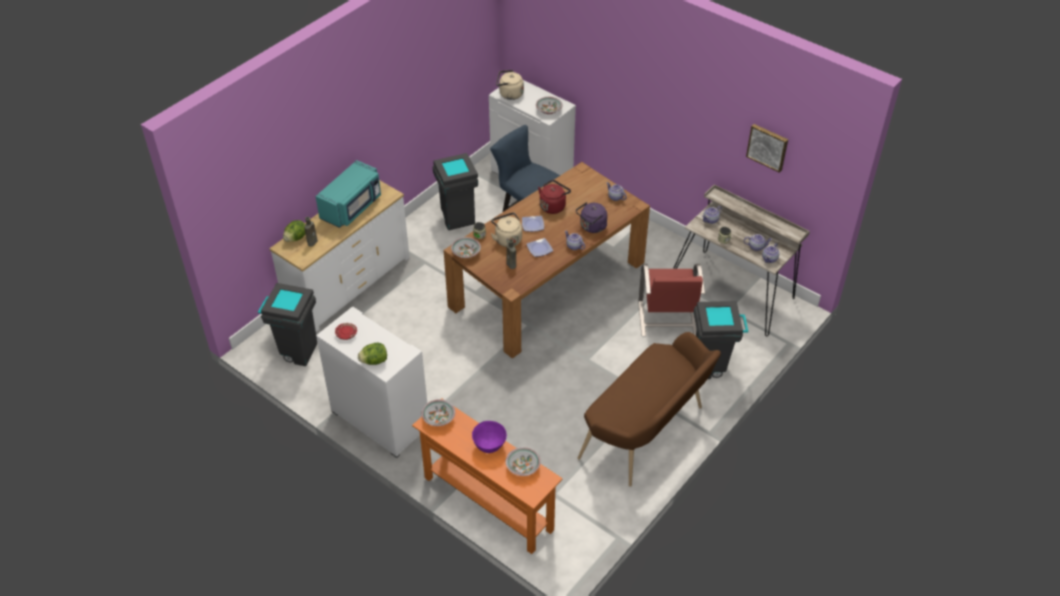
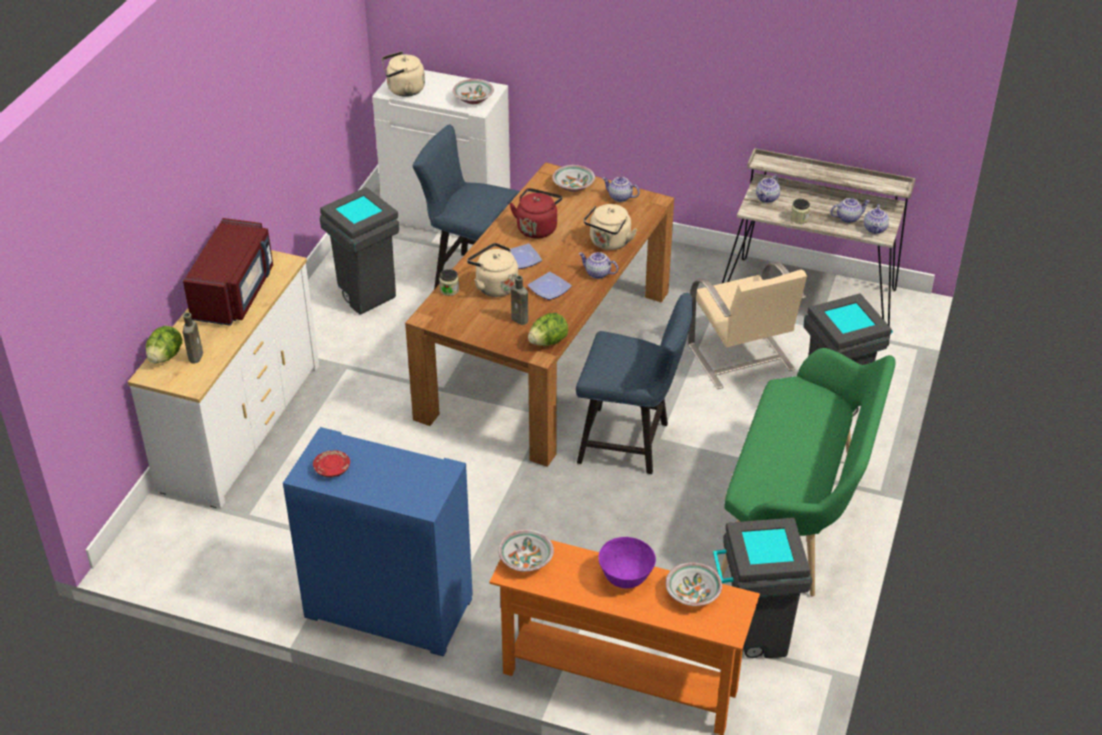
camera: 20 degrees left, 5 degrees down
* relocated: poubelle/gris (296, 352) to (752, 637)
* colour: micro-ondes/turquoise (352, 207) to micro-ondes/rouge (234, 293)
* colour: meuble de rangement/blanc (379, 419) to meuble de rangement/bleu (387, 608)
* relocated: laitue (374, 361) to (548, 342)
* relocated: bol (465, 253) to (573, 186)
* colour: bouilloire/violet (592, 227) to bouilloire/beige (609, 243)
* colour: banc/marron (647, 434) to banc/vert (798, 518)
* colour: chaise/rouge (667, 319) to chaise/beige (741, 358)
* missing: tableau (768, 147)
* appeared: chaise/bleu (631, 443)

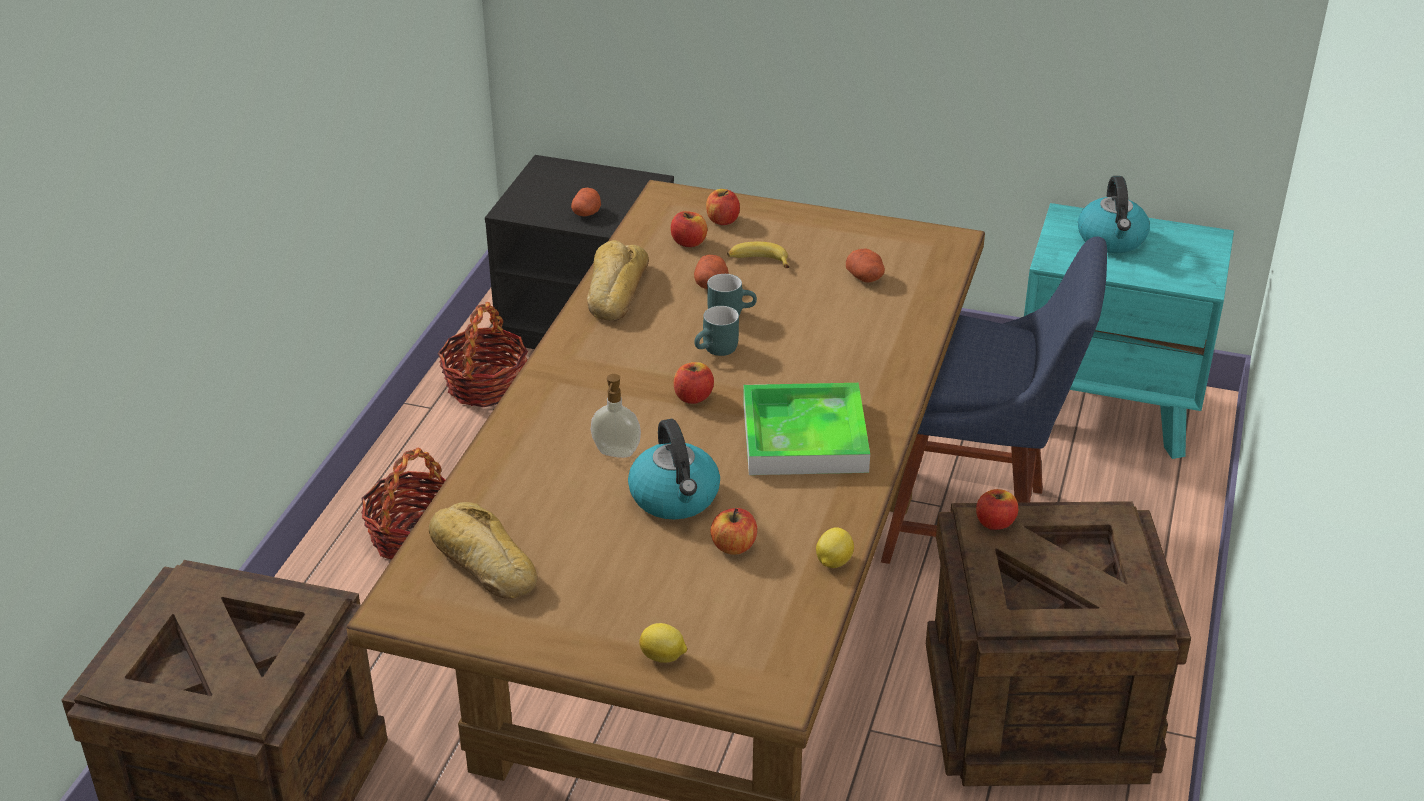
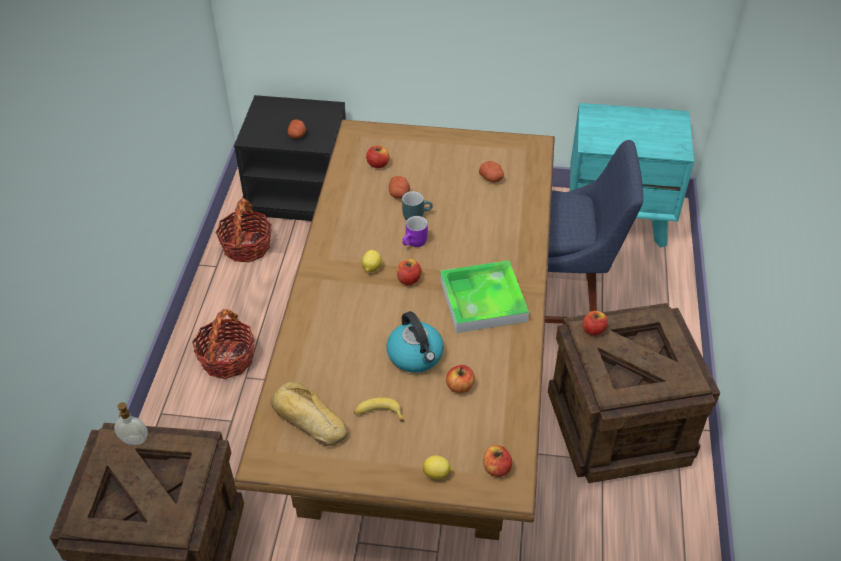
camera: 10 degrees left, 10 degrees up
* missing: pain (614, 290)
* relocated: distributeur de savon (616, 453) to (134, 441)
* colour: mug/turquoise (718, 351) to mug/violet (415, 243)
* relocated: pomme (722, 220) to (496, 468)
* relocated: banane (758, 261) to (378, 413)
* relocated: citron (833, 562) to (371, 268)
* missing: bouilloire (1112, 240)

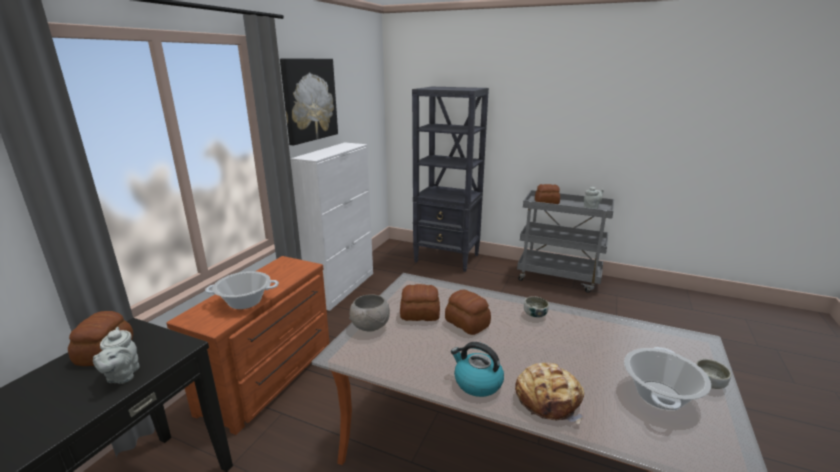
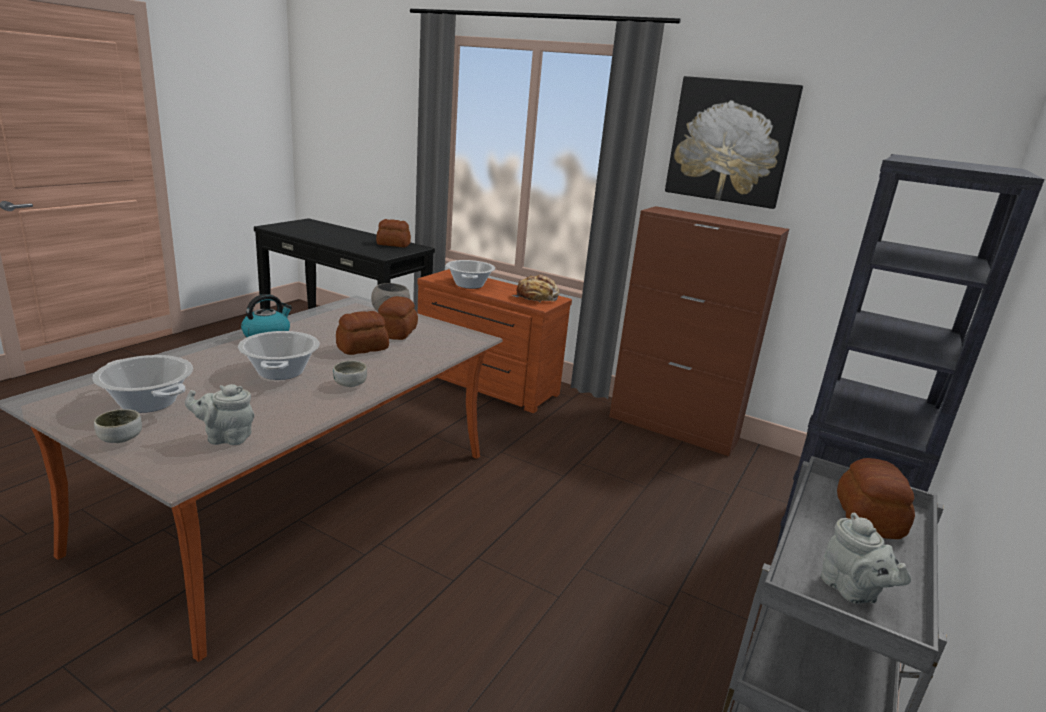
camera: 95 degrees right, 0 degrees up
* relocated: théière/gris (122, 376) to (226, 438)
* colour: meuble de rangement/blanc (342, 288) to meuble de rangement/marron (673, 428)
* relocated: pain (548, 399) to (537, 298)
* appeared: marmite (280, 372)

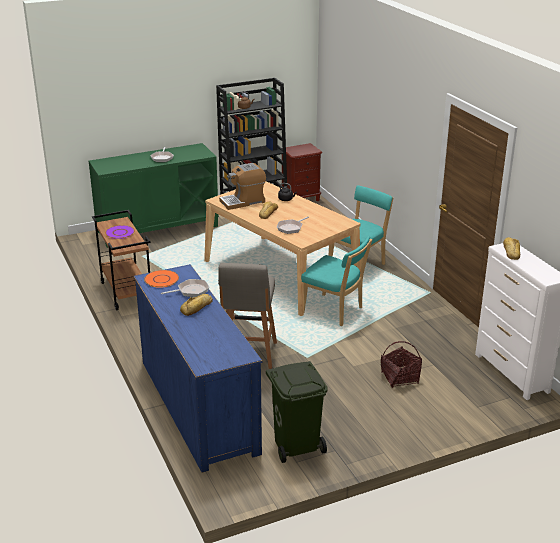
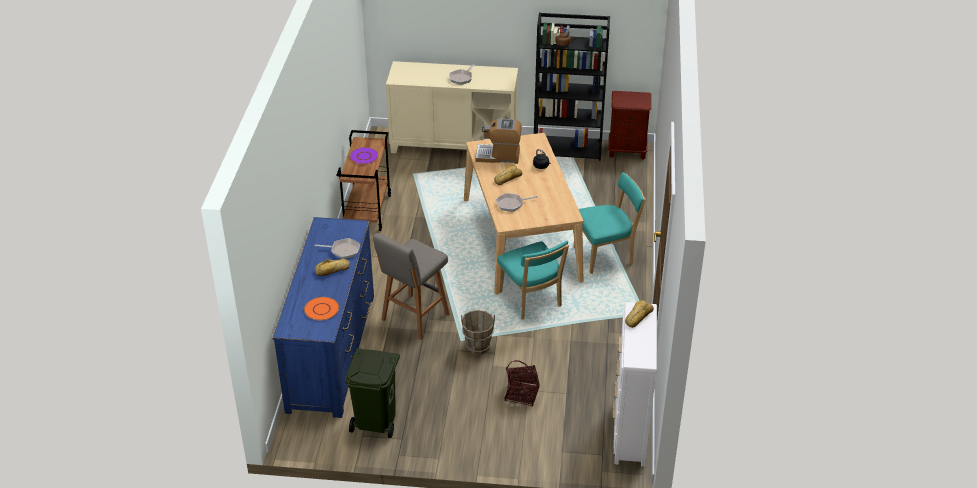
camera: 30 degrees right, 10 degrees up
* colour: meuble de rangement/vert (158, 228) to meuble de rangement/beige (454, 144)
* relocated: assiette/orange (161, 279) to (321, 309)
* appeared: seau/marron (478, 346)

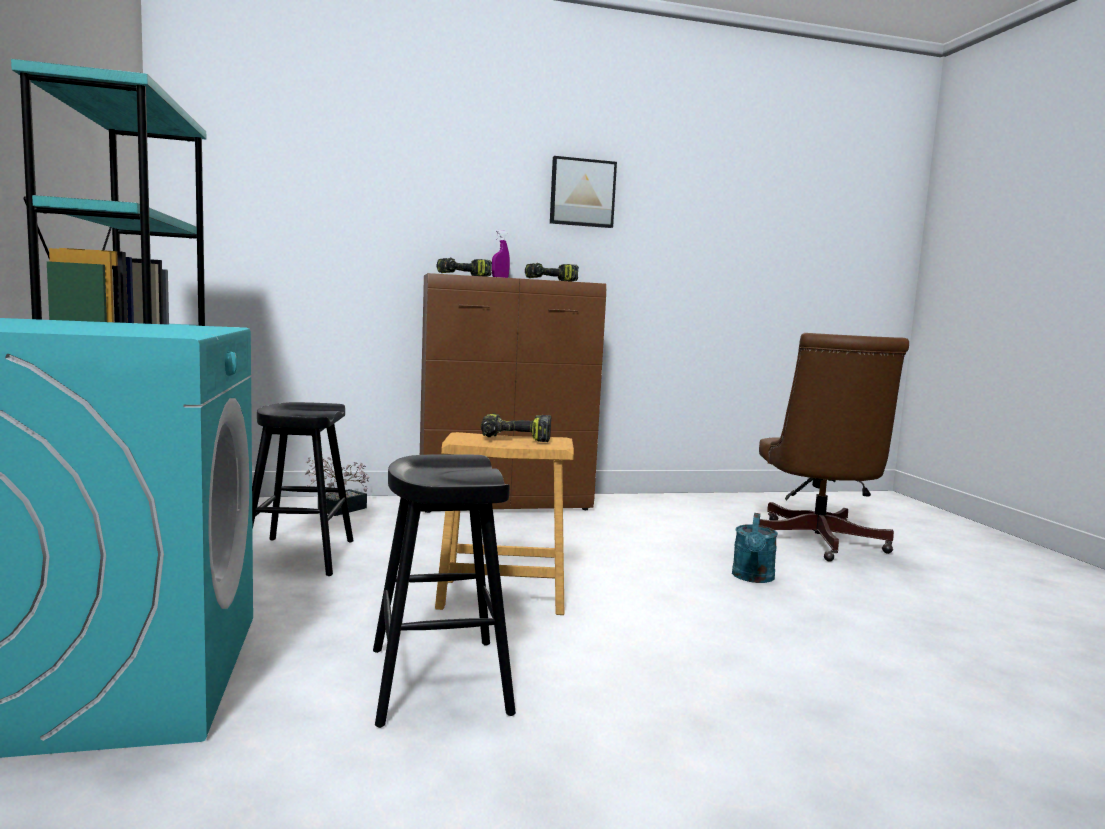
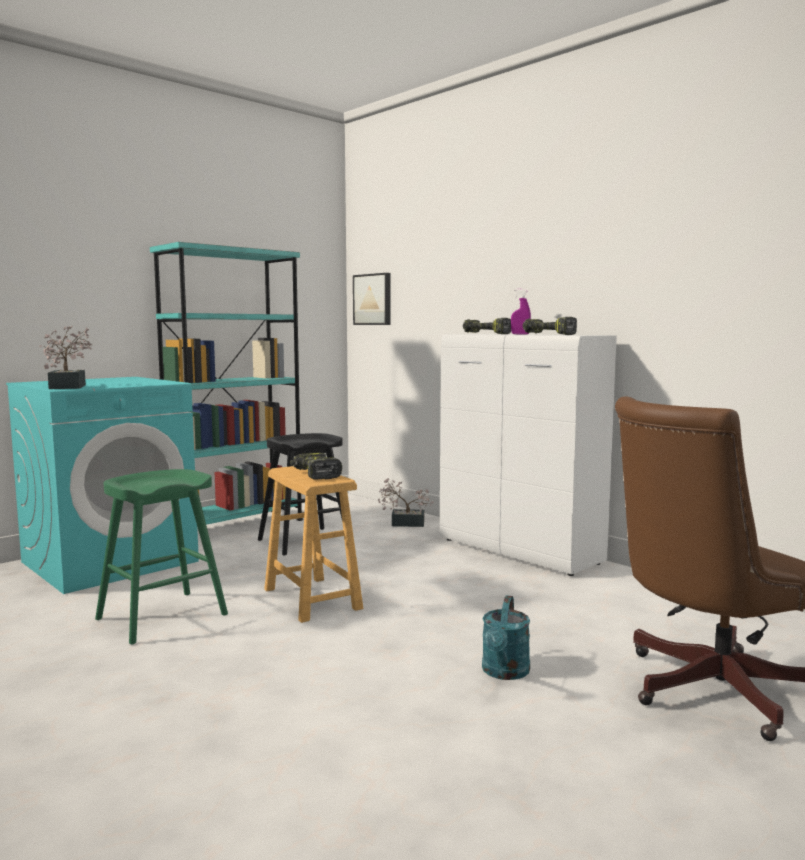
camera: 60 degrees right, 0 degrees up
* colour: tabouret/noir (439, 680) to tabouret/vert (161, 617)
* colour: meuble de rangement/marron (506, 504) to meuble de rangement/blanc (520, 552)
* relocated: tableau (582, 193) to (373, 299)
* spun: arrosoir/turquoise (753, 578) = (504, 673) 60 degrees counterclockwise
* appeared: plante en pot (69, 386)

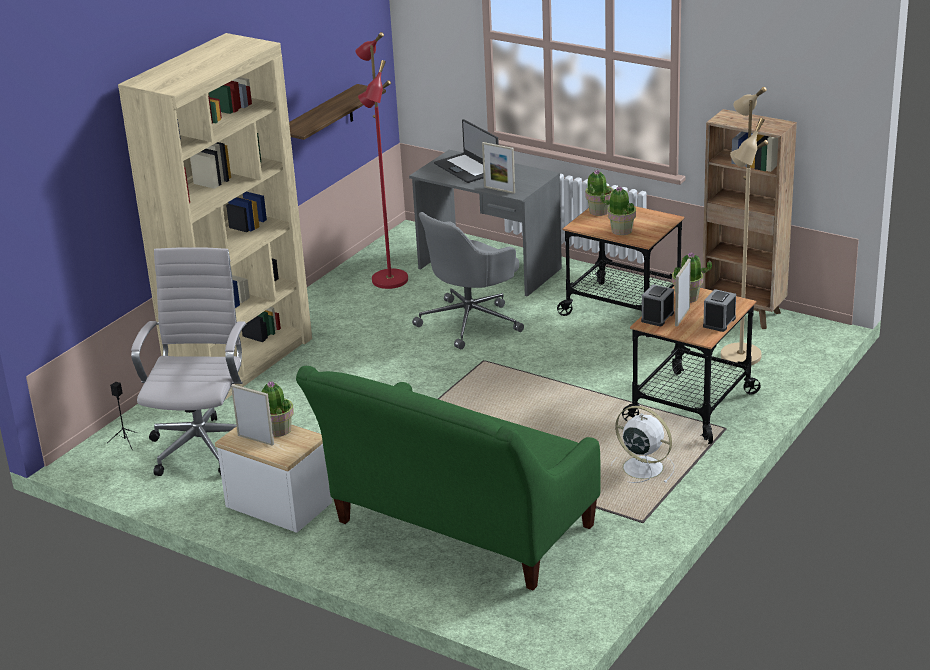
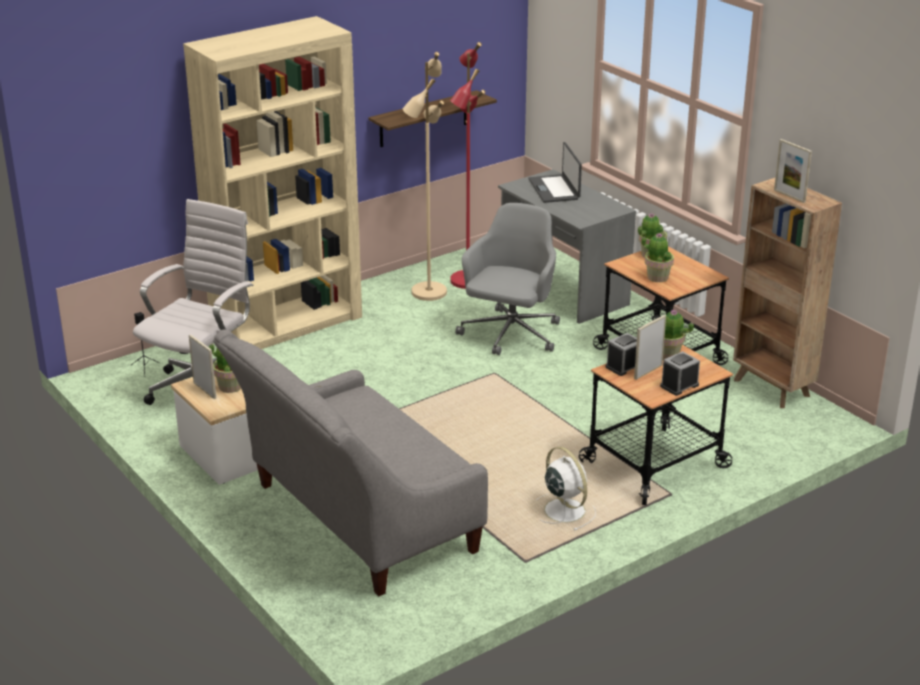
camera: 20 degrees right, 0 degrees up
* colour: canapé/vert (457, 531) to canapé/gris (354, 522)
* spun: chaise de bureau/gris (471, 322) = (510, 335) 135 degrees clockwise
* relocated: cadre photo (499, 190) to (789, 196)
* relocated: lampadaire/beige (739, 356) to (428, 292)

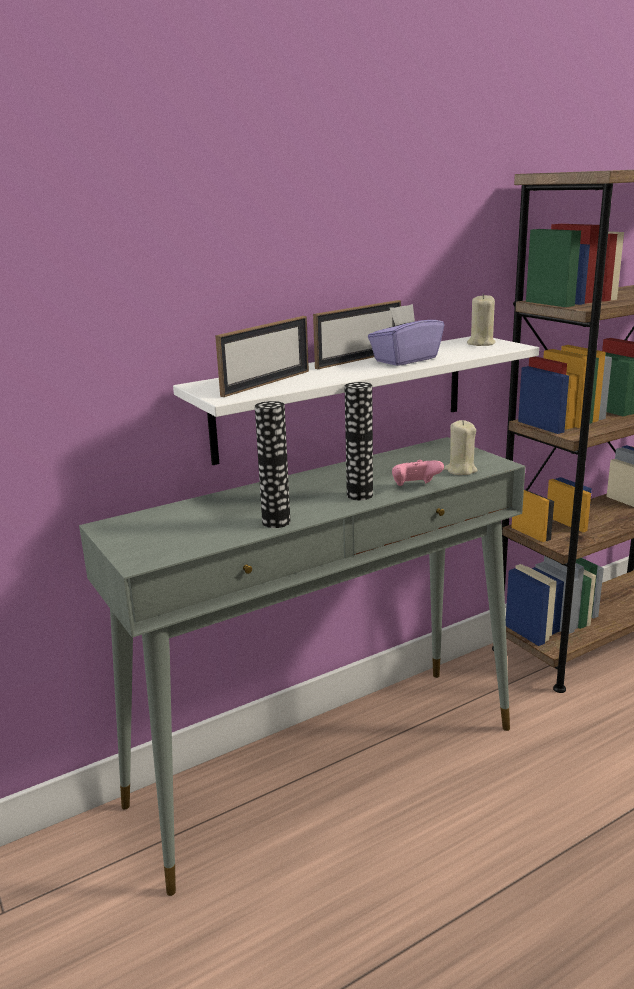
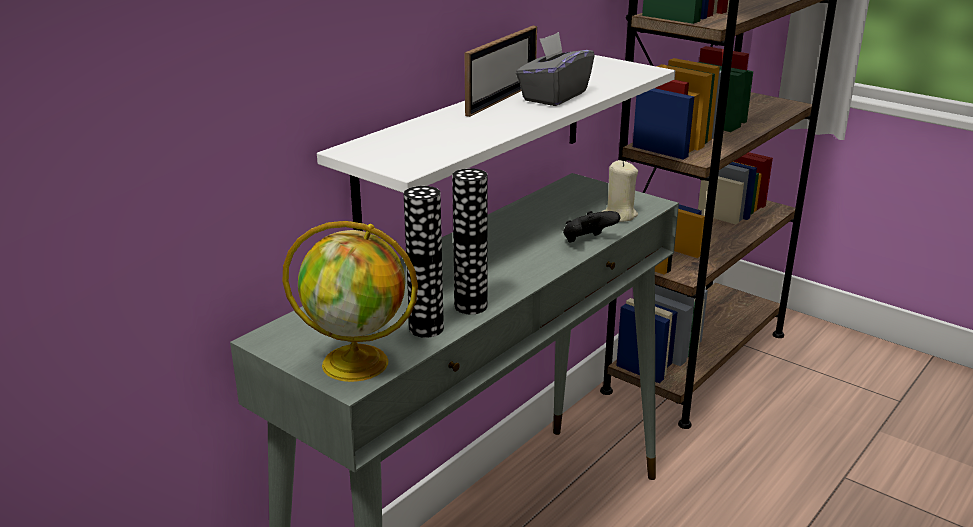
camera: 20 degrees left, 5 degrees up
* missing: cadre photo (266, 383)
* relocated: vase (359, 495) to (426, 328)
* colour: boîte à mouchoirs/violet (405, 359) to boîte à mouchoirs/gris (554, 96)
* colour: manette/rose (415, 487) to manette/noir (587, 242)
* missing: bougie/beige (480, 343)
* appeared: globe (357, 363)

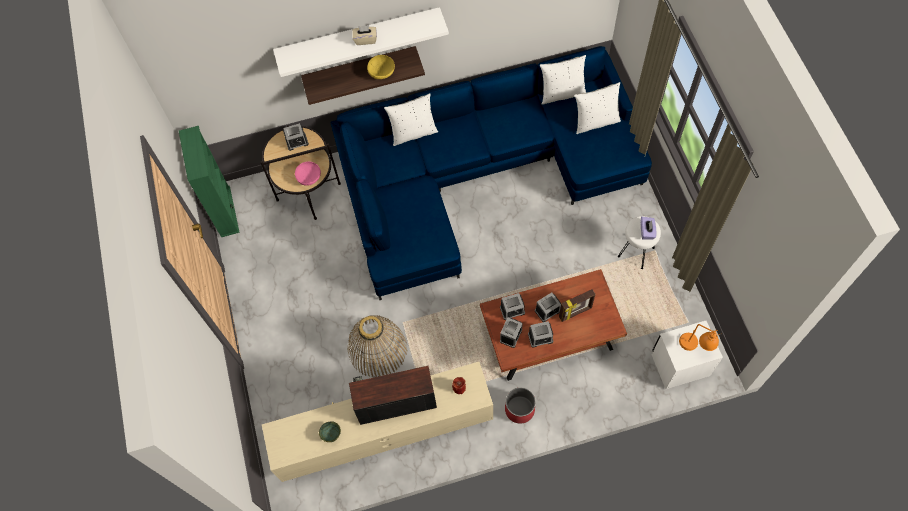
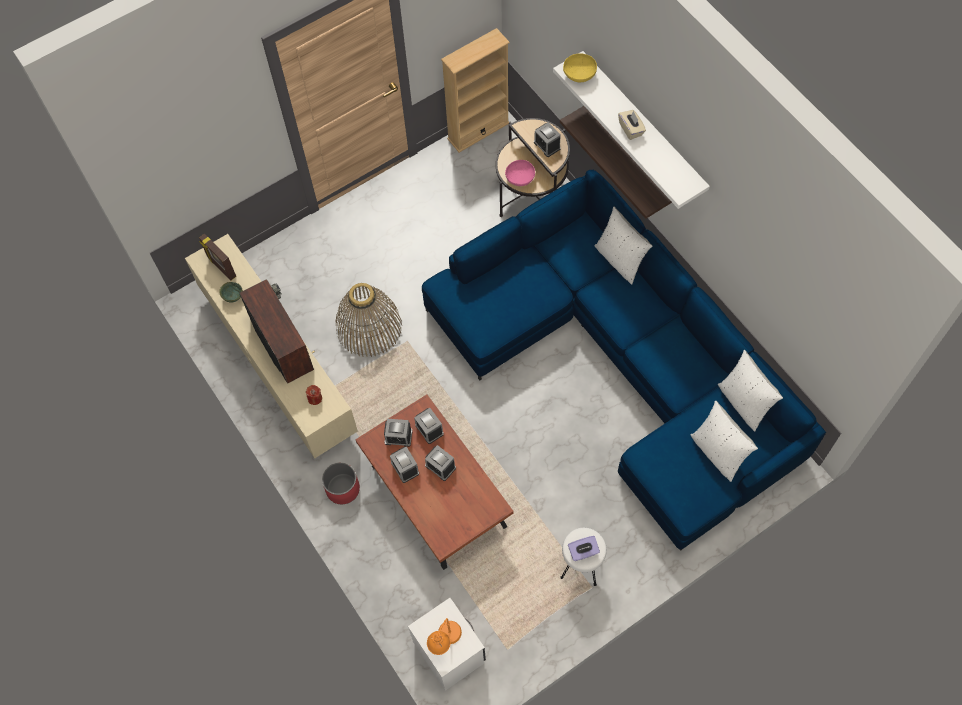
camera: 70 degrees right, 0 degrees up
* colour: bibliothèque/vert (225, 211) to bibliothèque/beige (478, 131)
* relocated: bol/jaune (382, 73) to (579, 75)
* relocated: cadre photo (575, 313) to (221, 267)

